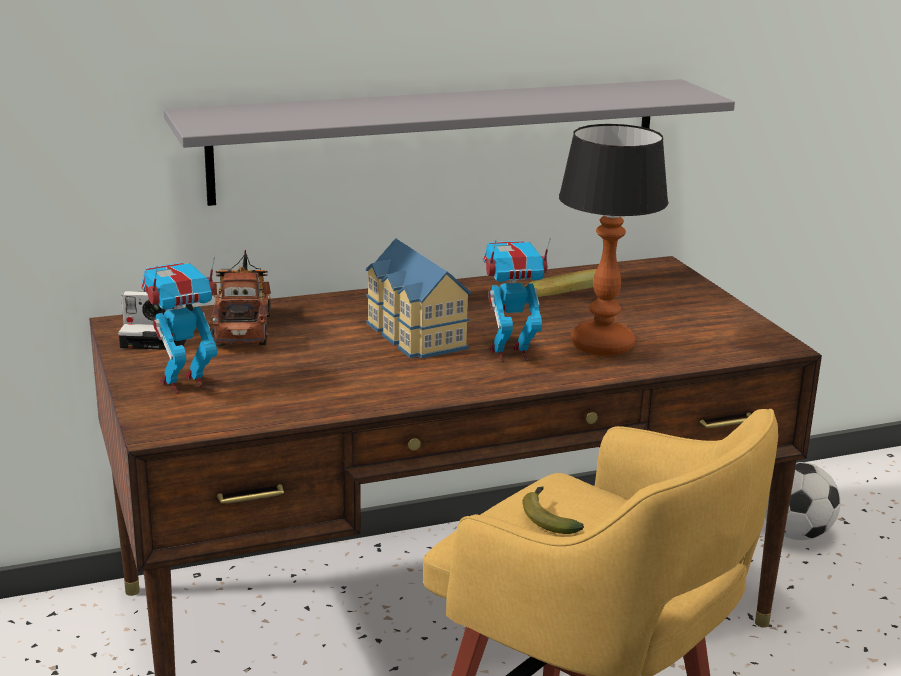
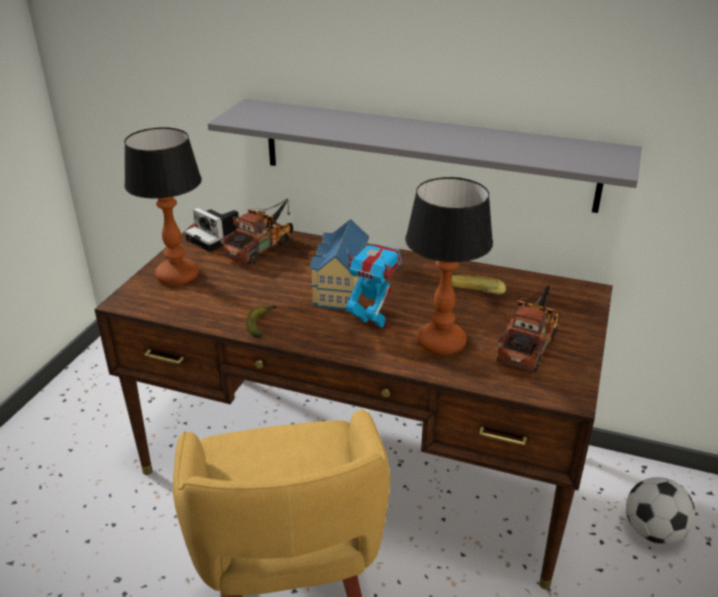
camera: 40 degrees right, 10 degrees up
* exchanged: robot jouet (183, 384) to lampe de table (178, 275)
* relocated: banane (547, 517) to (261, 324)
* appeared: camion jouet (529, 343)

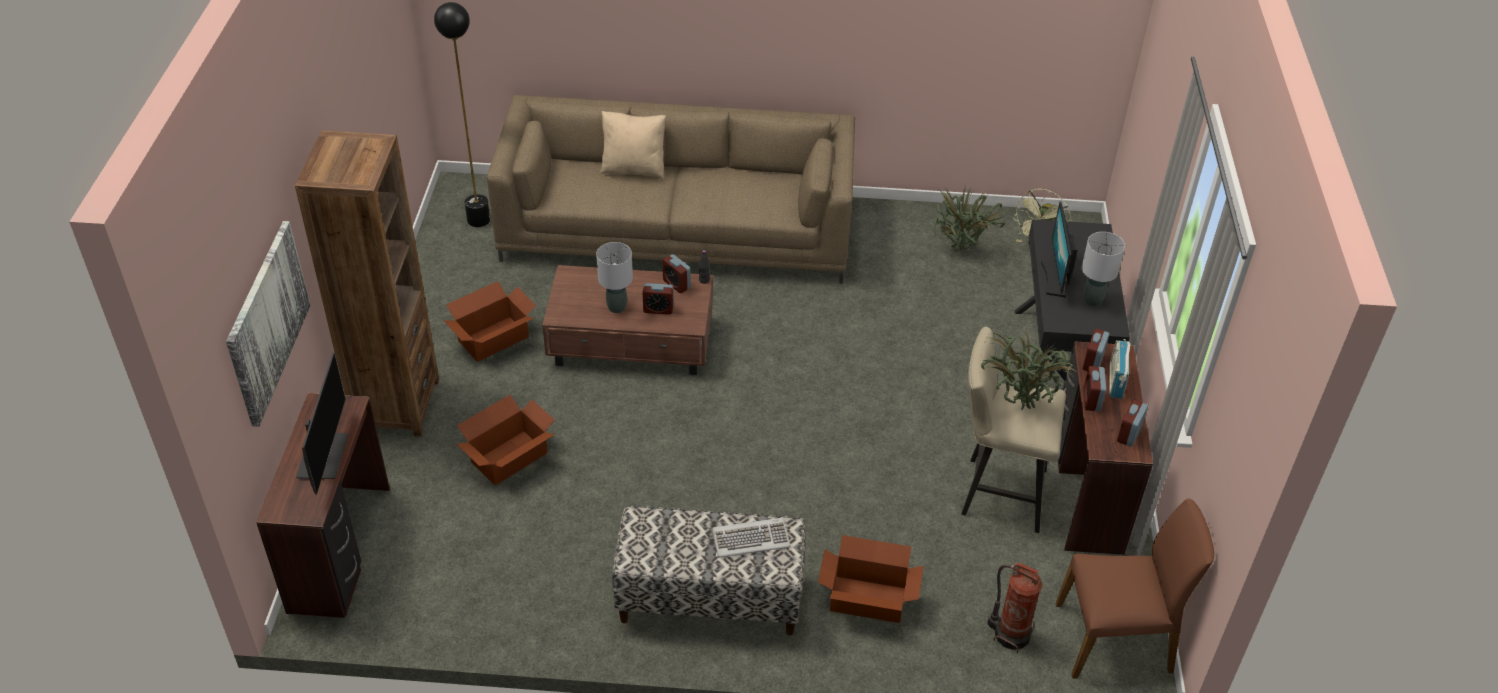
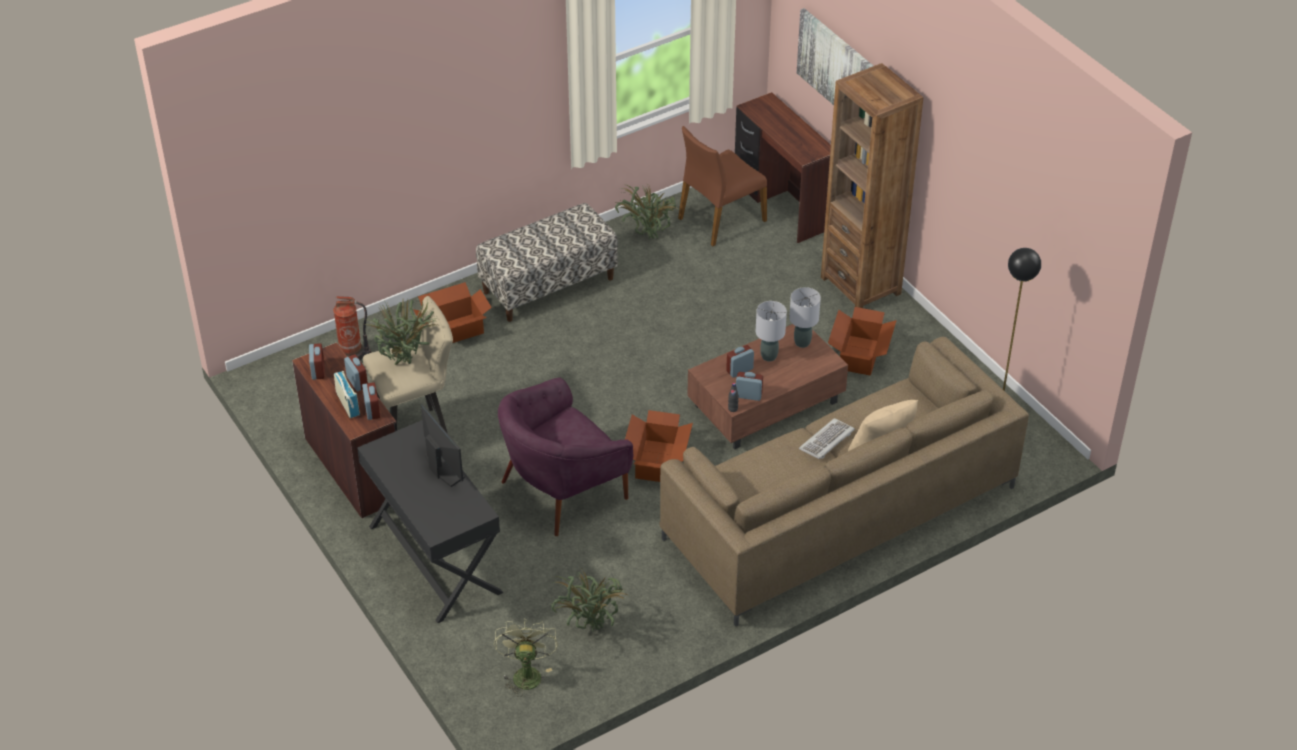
camera: 145 degrees right, 0 degrees up
* missing: écran d'ordinateur (323, 455)
* relocated: carton (508, 457) to (657, 461)
* relocated: clavier (751, 539) to (827, 441)
* relocated: chaise/marron (1115, 639) to (720, 219)
* relocated: lampe de table/gris (1092, 300) to (802, 343)
* appeared: fauteuil/violet (562, 489)
* appeared: plante en pot (648, 237)

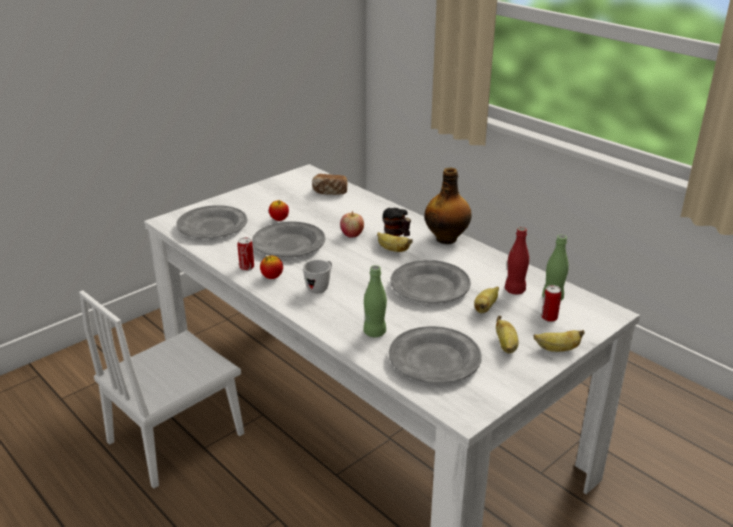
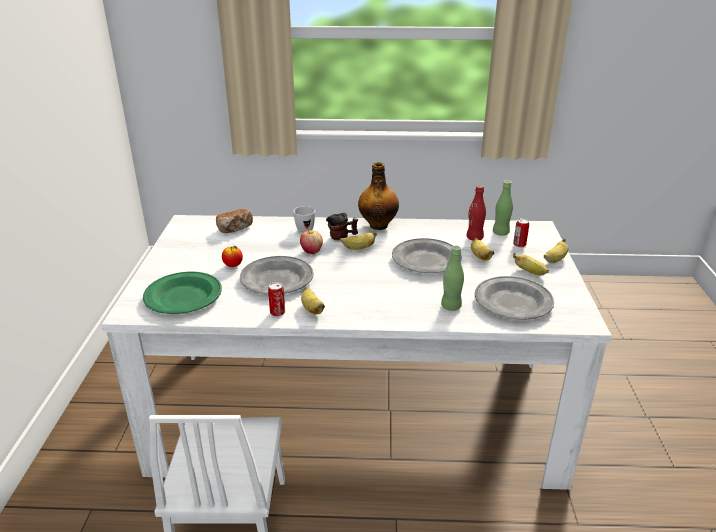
camera: 45 degrees left, 0 degrees up
* colour: assiette/gris (212, 226) to assiette/vert (184, 297)
* exchanged: pomme (272, 277) to banane (312, 309)
* relocated: mug/blanc (320, 287) to (304, 228)

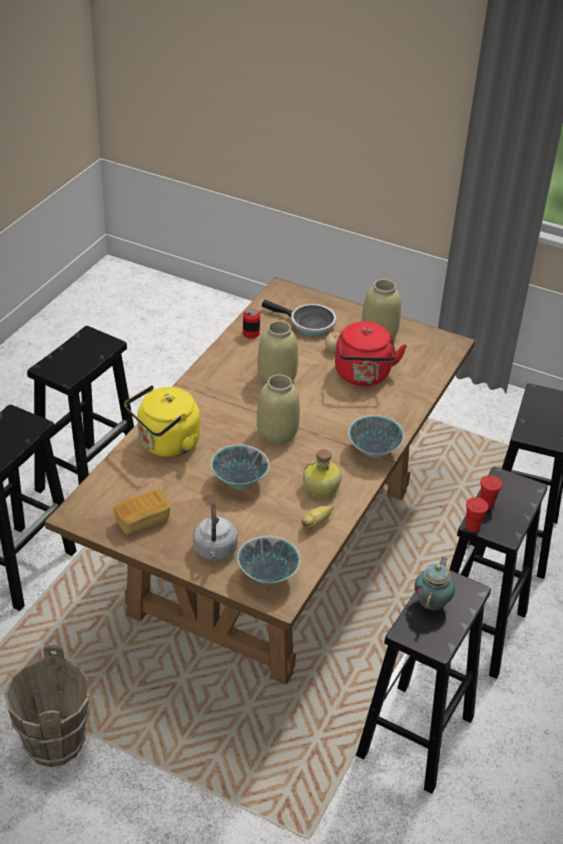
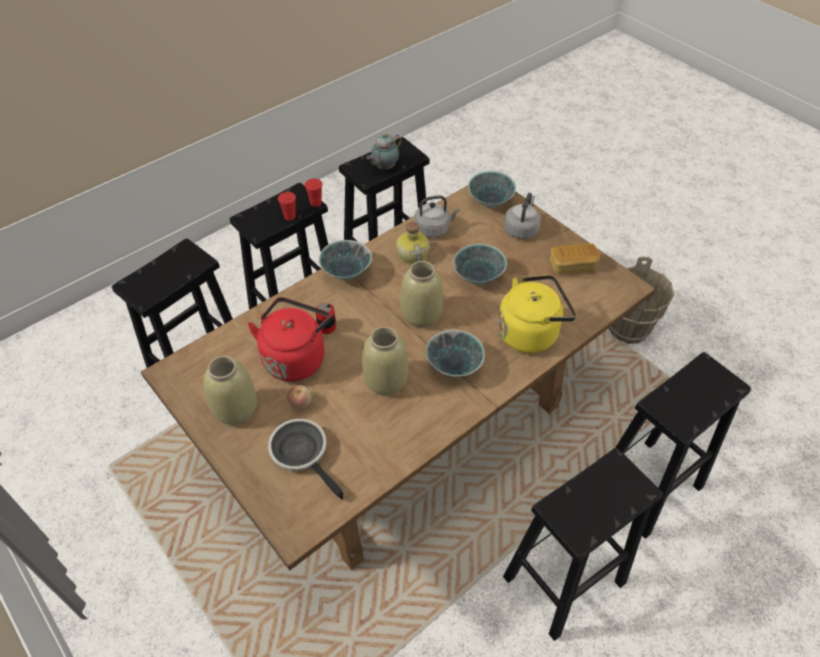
camera: 155 degrees left, 10 degrees up
* relocated: boîte métallique (251, 333) to (327, 327)
* exchanged: banane (316, 523) to bouilloire/gris (434, 229)
* appeared: bol (454, 367)

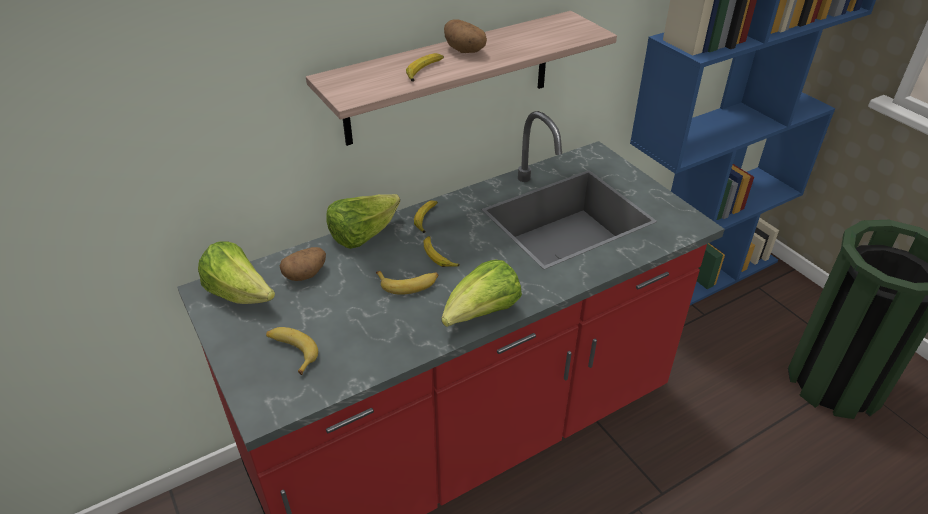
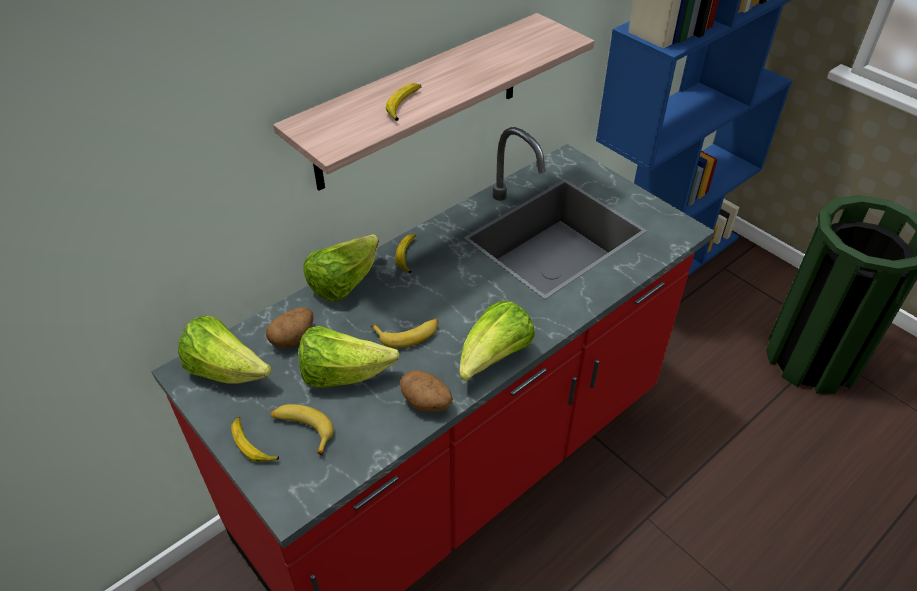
camera: 10 degrees left, 5 degrees up
* relocated: banane (439, 256) to (253, 444)
* relocated: pomme de terre (465, 51) to (427, 403)
* appeared: laitue (343, 374)

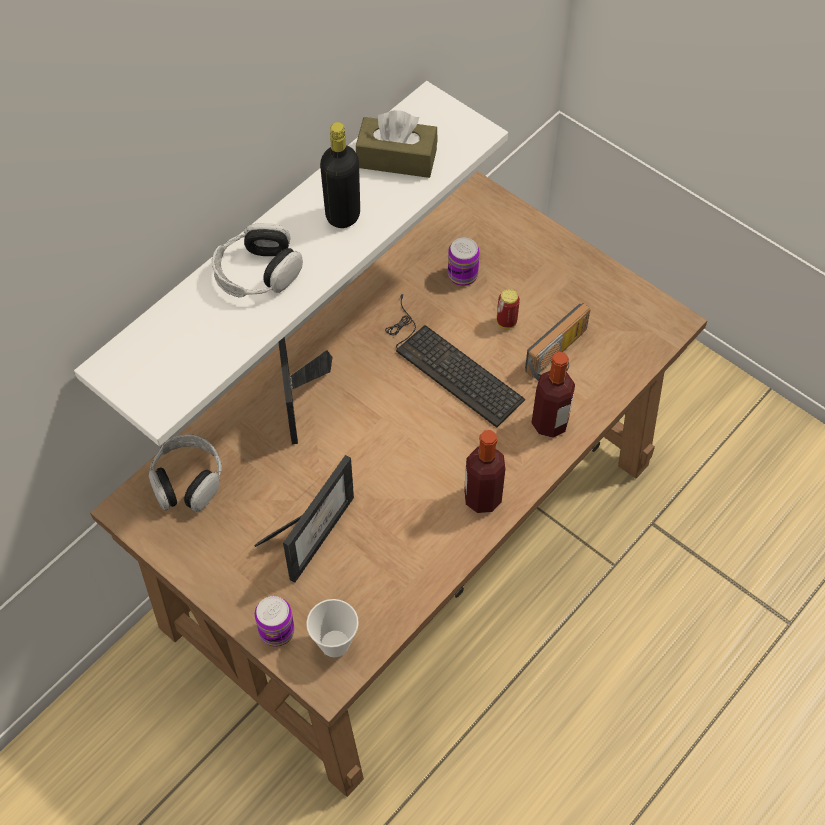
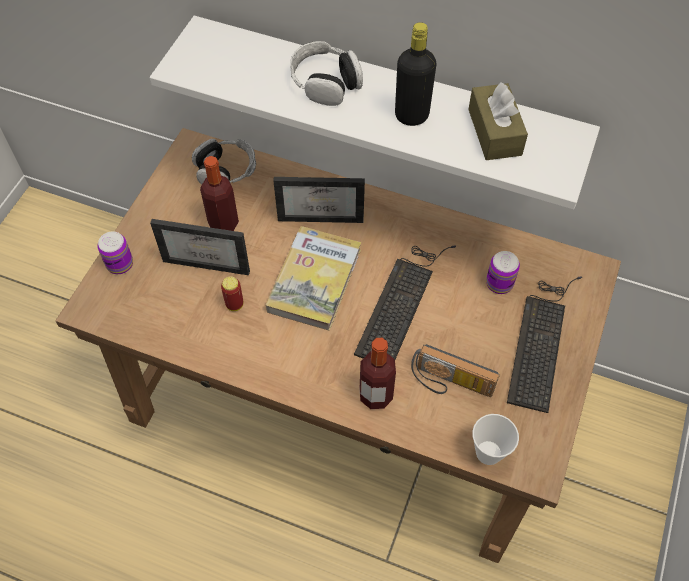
camera: 70 degrees right, 0 degrees up
* spun: cadre photo (300, 400) = (322, 213) 150 degrees counterclockwise
* relocated: tasse (335, 643) to (488, 452)
* relocated: bouteille (482, 498) to (223, 223)
* relocated: boîte métallique (506, 322) to (234, 304)
* appeared: livre (314, 280)
* appeared: clavier (541, 340)

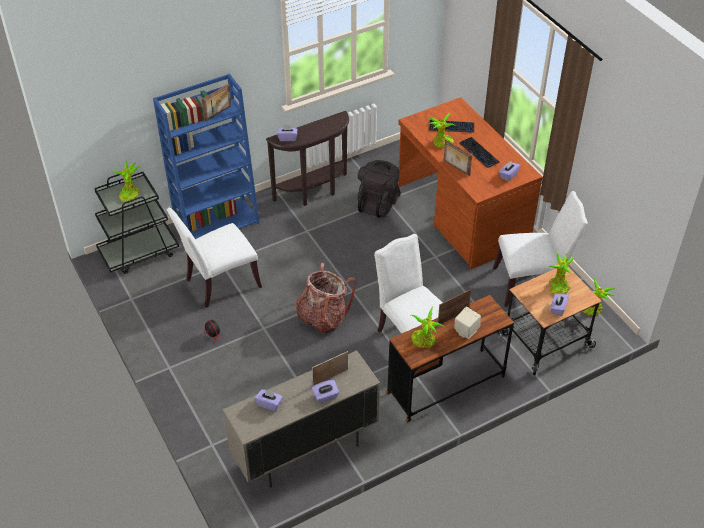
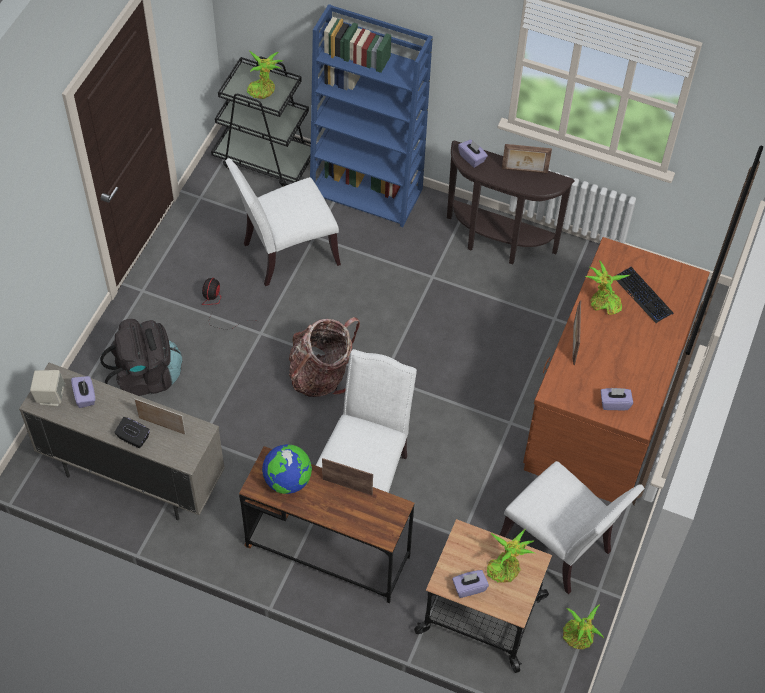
camera: 50 degrees right, 10 degrees up
* spun: chaise/blanc (219, 283) = (286, 253) 45 degrees counterclockwise
* relocated: cadre photo (218, 114) to (524, 171)
* colour: boîte à mouchoirs/violet (325, 396) to boîte à mouchoirs/noir (133, 438)
* relocated: sac à dos/noir (378, 203) to (146, 377)
* exchanged: plante en pot (424, 341) to globe (288, 481)
* relocated: enceinte/beige (466, 331) to (50, 396)
* missing: clavier (479, 153)

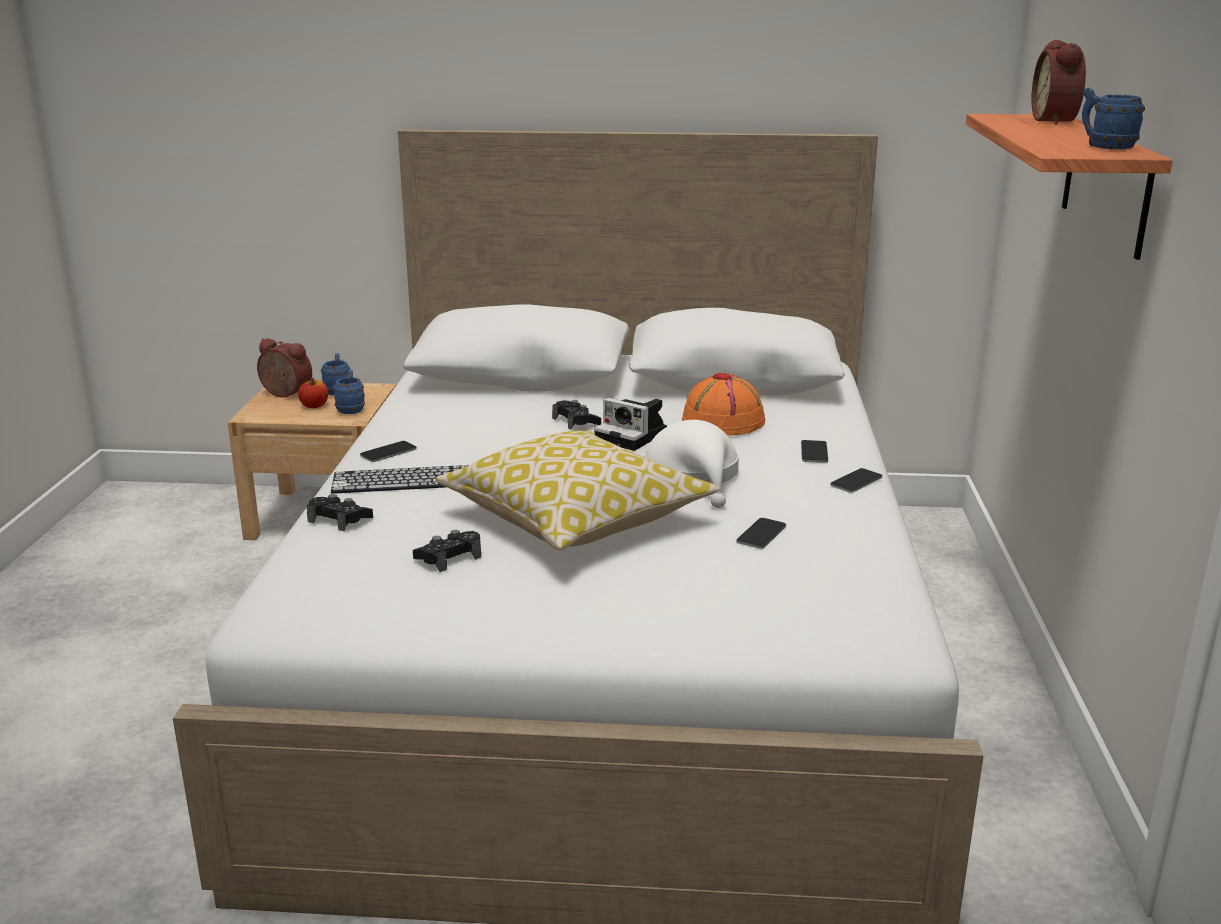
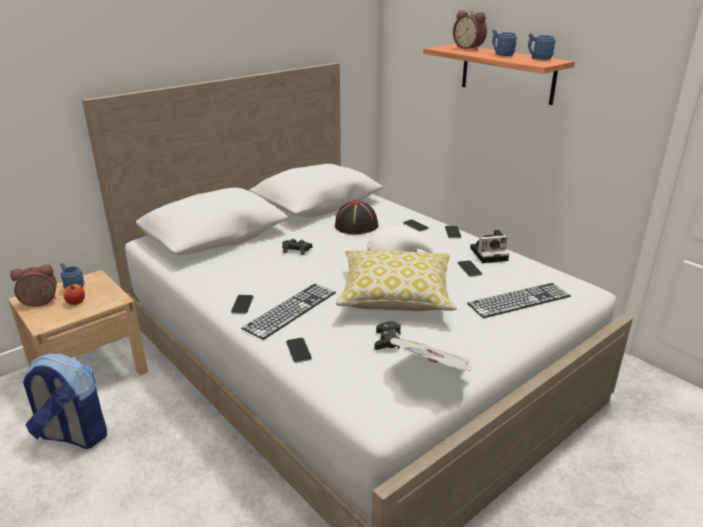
camera: 45 degrees left, 5 degrees up
* exchanged: manette/noir (339, 519) to téléphone (298, 350)
* relocated: mug/bleu (351, 409) to (501, 55)
* relocated: appareil photo (634, 436) to (490, 254)
* colour: chapeau/orange (723, 422) to chapeau/noir (356, 225)
* appeared: sac à dos (72, 435)
* appeared: journal (433, 372)
* appeared: clavier (519, 300)

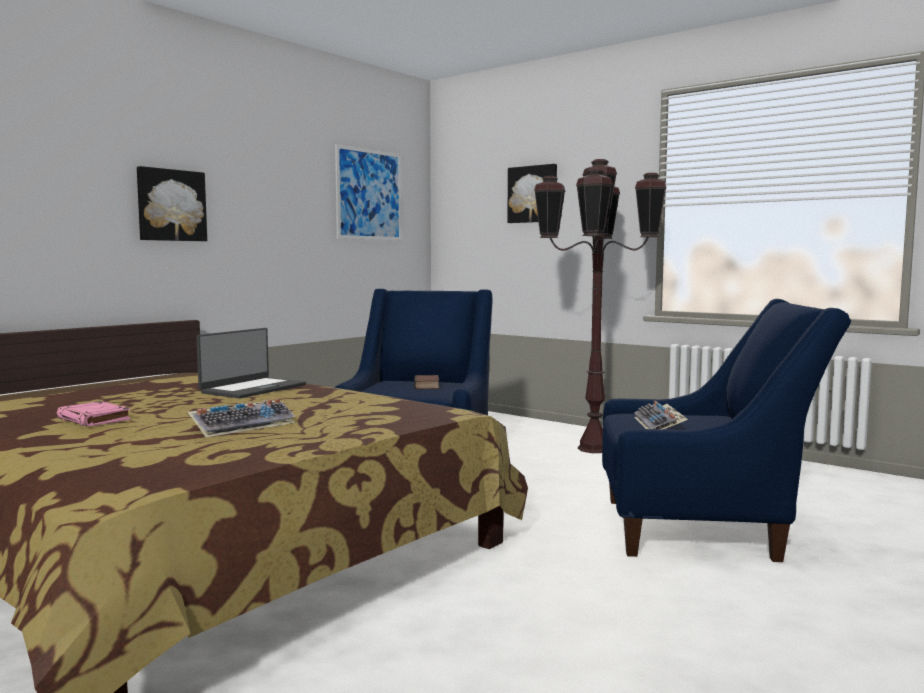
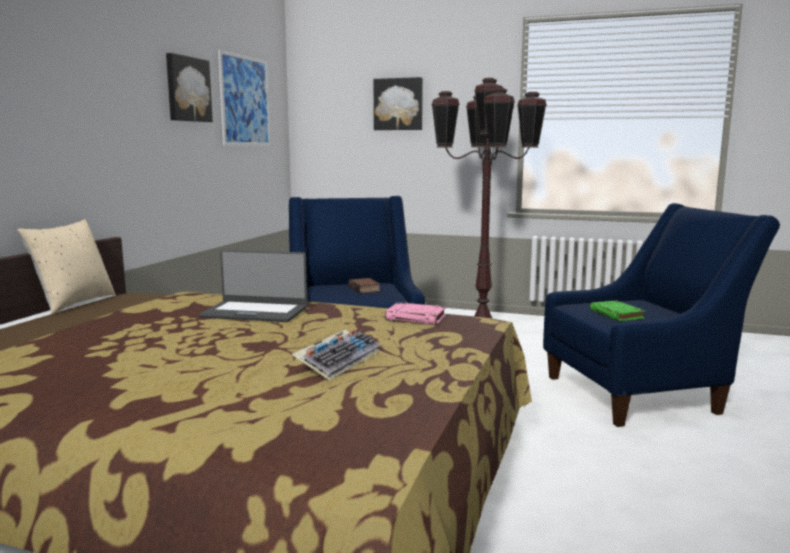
camera: 20 degrees left, 5 degrees up
* relocated: livre/rose (94, 419) to (416, 318)
* relocated: tableau (171, 205) to (187, 89)
* spun: ordinateur portable (252, 388) = (255, 312) 90 degrees clockwise
* exchanged: clavier (660, 425) to livre/vert (617, 314)
* appeared: coussin/beige (74, 303)

